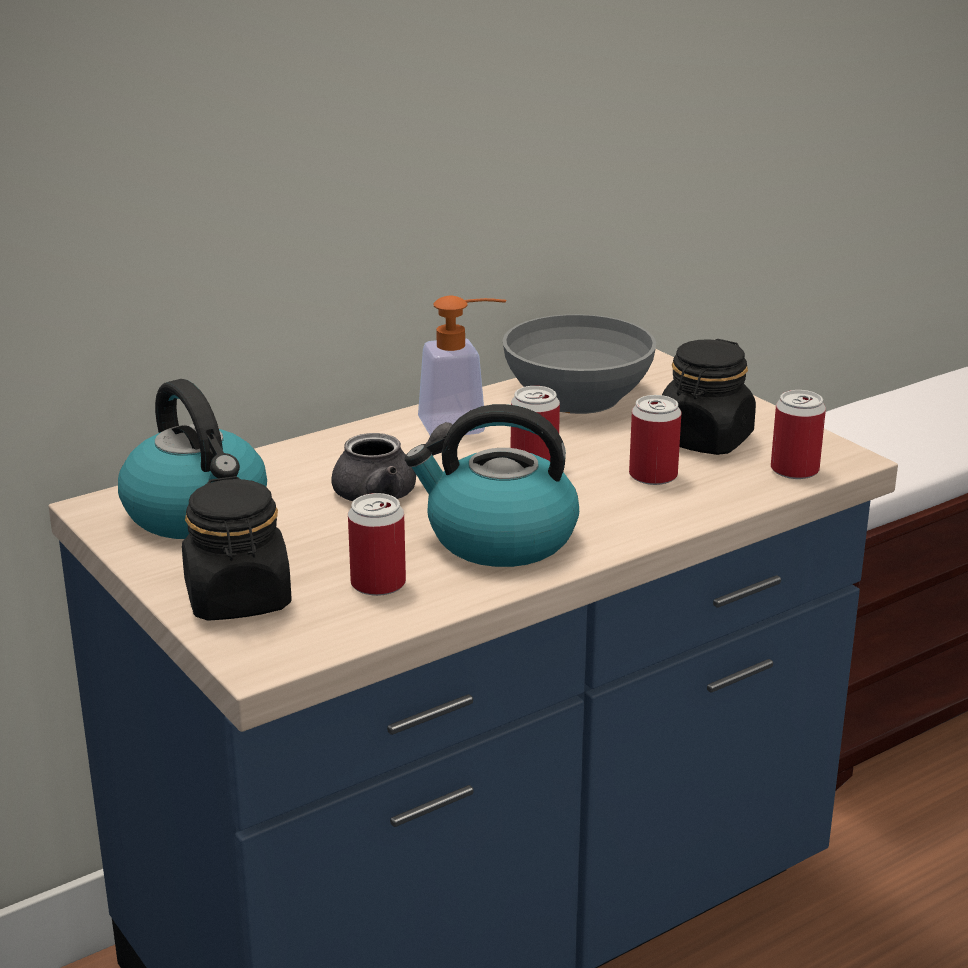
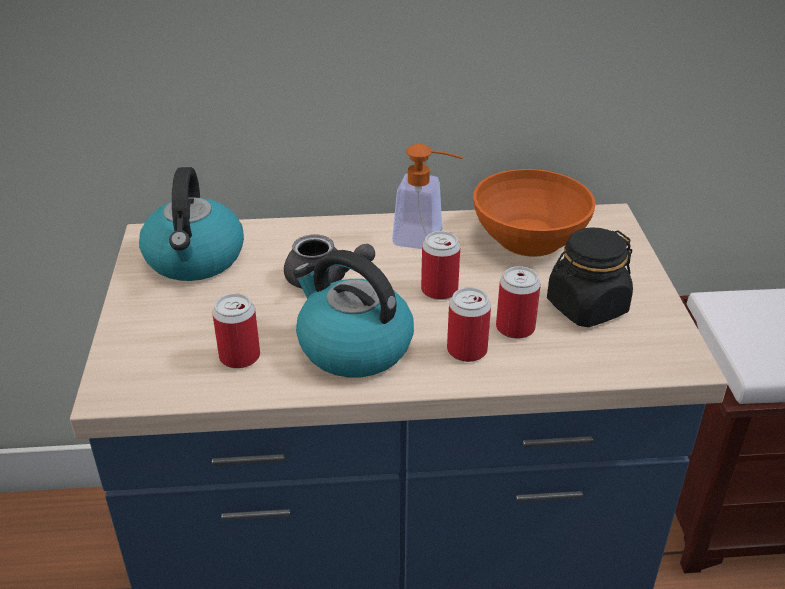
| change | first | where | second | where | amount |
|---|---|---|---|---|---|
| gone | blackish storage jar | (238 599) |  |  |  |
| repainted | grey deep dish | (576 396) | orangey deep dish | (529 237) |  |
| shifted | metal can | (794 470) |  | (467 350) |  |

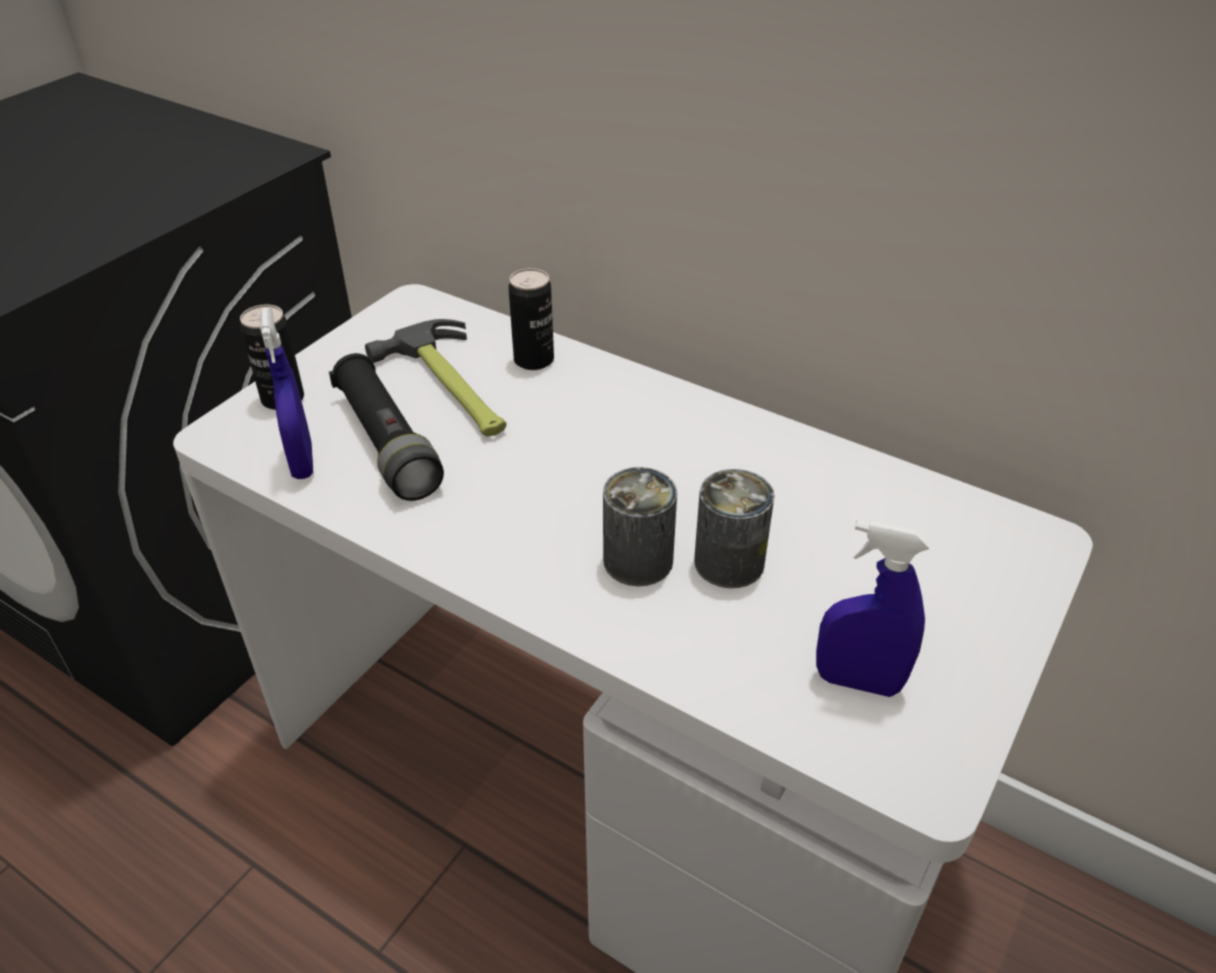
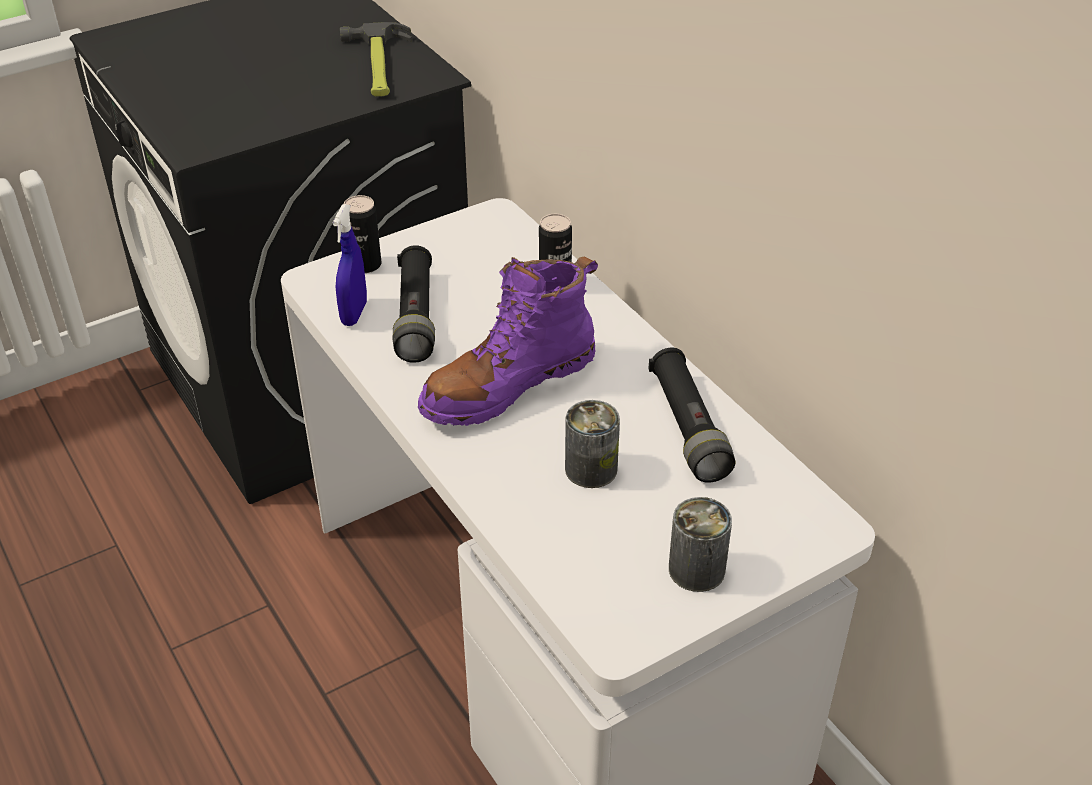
| change | first | where | second | where | amount |
|---|---|---|---|---|---|
| shifted | hand hammer | (451 388) |  | (378 66) |  |
| shifted | metal can | (638 560) |  | (696 569) |  |
| gone | blue sprayer | (858 681) |  |  |  |
| new |  |  | purple high-top boot | (508 384) |  |
| new |  |  | blackish torch | (688 428) |  |

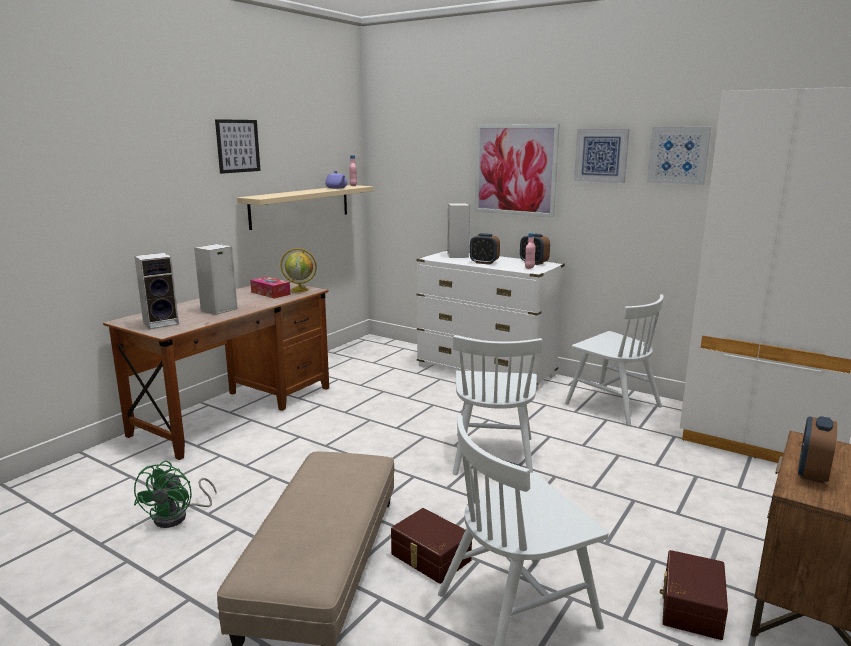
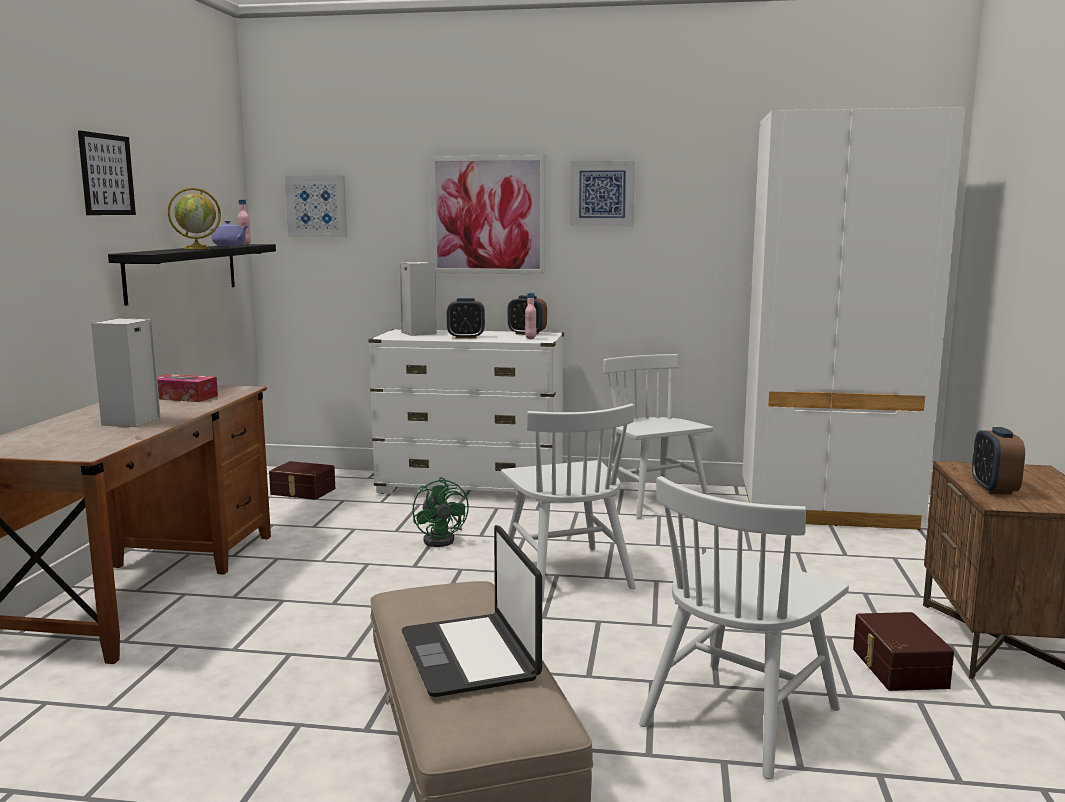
| change | first | where | second | where | amount |
|---|---|---|---|---|---|
| gone | speaker | (162 323) |  |  |  |
| shifted | green fan | (178 517) |  | (443 539) |  |
| repainted | beige-coloured bracket shelf | (301 206) | blackish bracket shelf | (183 271) |  |
| shifted | globe | (300 290) |  | (197 248) |  |
| shifted | brown-coloured storage bin | (430 558) |  | (302 492) |  |
| rotated | whitish chair | (612 405) |  | (652 500) | 135 degrees counterclockwise |
| shifted | picture | (678 155) |  | (317 206) |  |
| new |  |  | laptop | (470 656) |  |

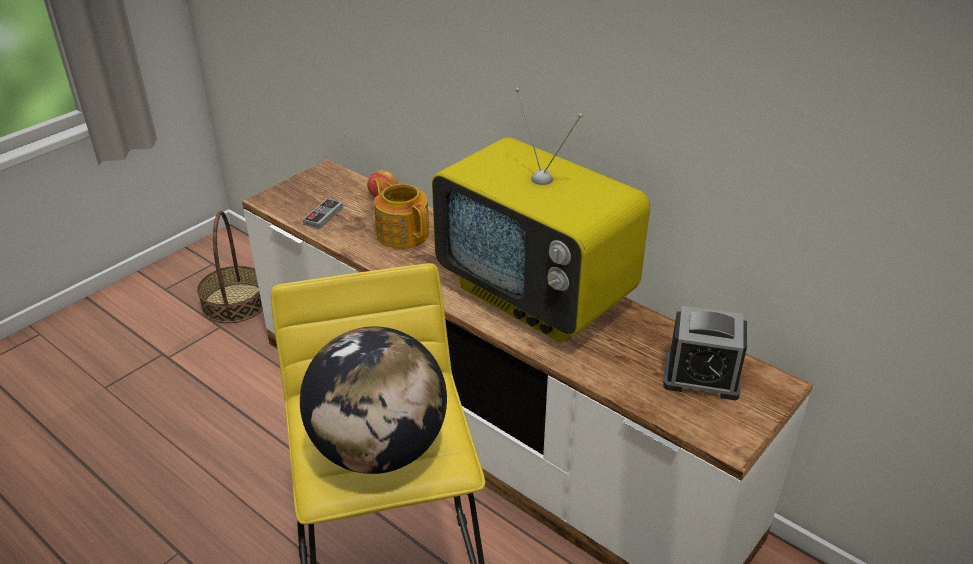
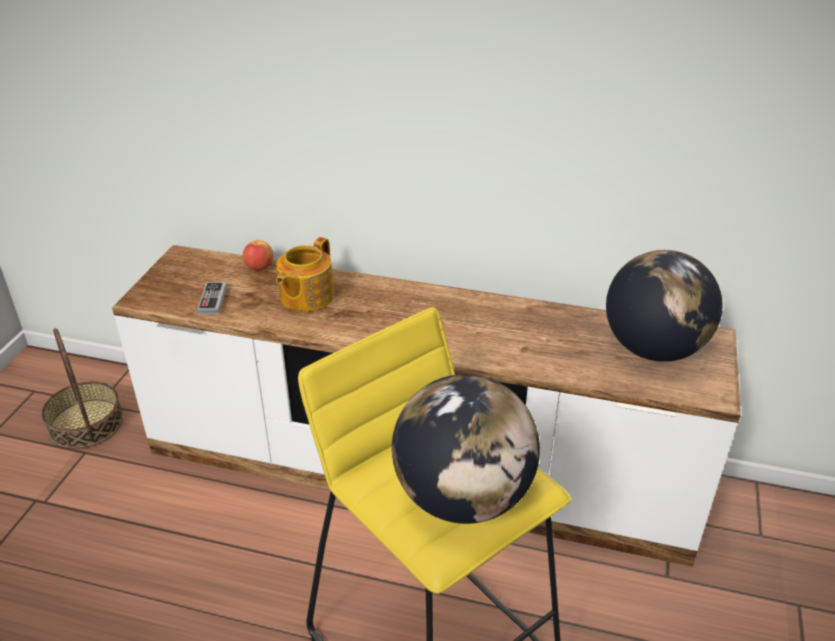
| change | first | where | second | where | amount |
|---|---|---|---|---|---|
| rotated | pot for tea | (402 233) |  | (305 296) | 90 degrees counterclockwise |
| gone | TV | (538 296) |  |  |  |
| swapped | table clock | (701 377) | globe | (653 349) |  |

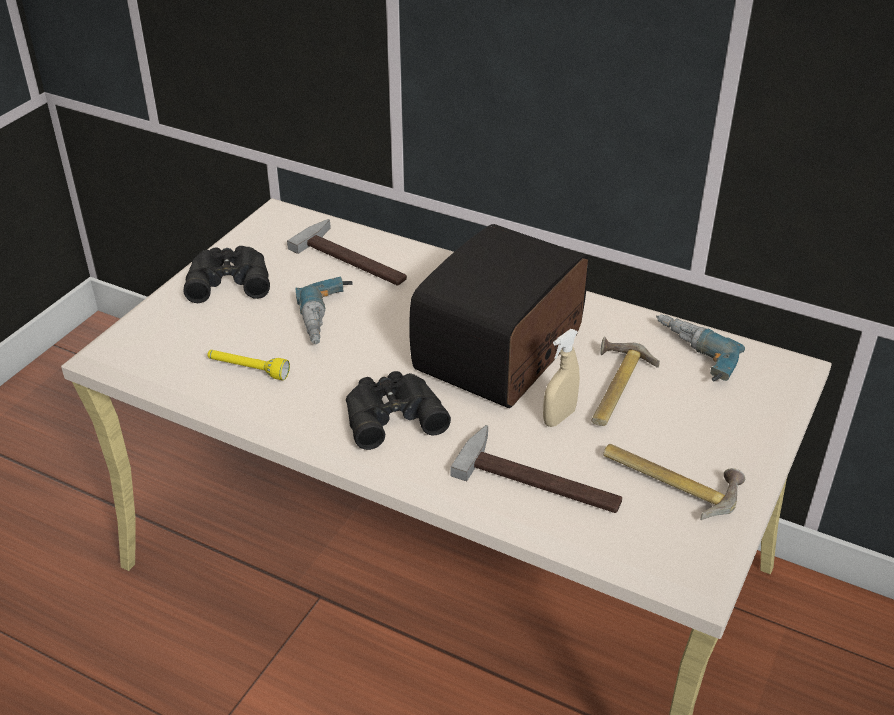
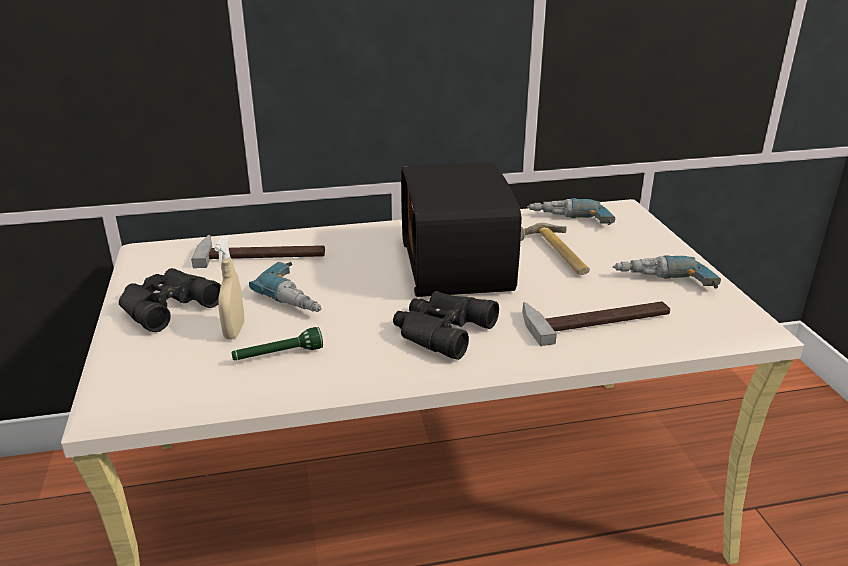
| change | first | where | second | where | amount |
|---|---|---|---|---|---|
| repainted | yellow-coloured torch | (248 370) | green torch | (278 355) |  |
| shifted | beige-coloured sprayer | (559 417) |  | (234 331) |  |
| swapped | hand hammer | (670 480) | drill | (664 284) |  |

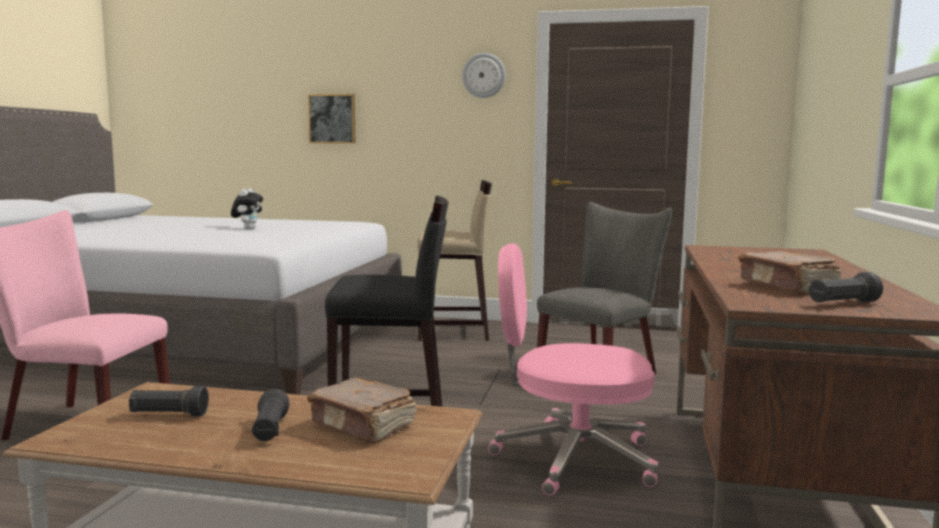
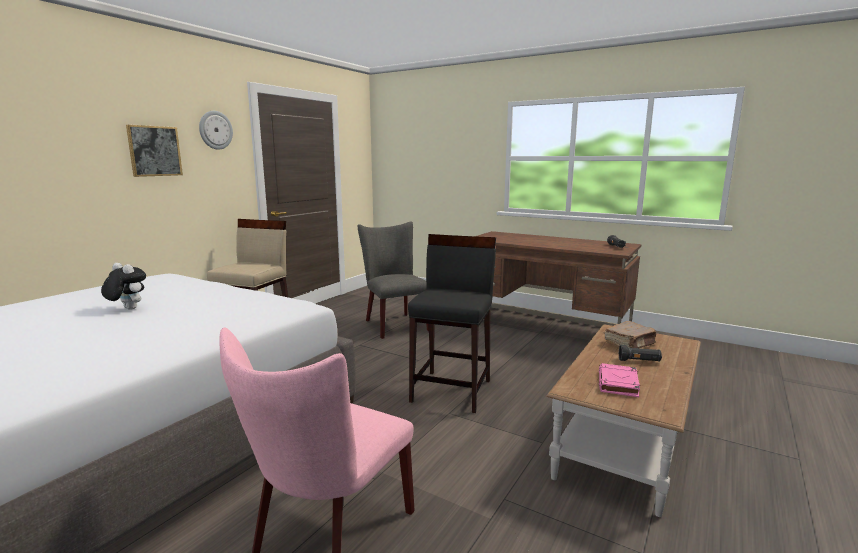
| change | first | where | second | where | amount |
|---|---|---|---|---|---|
| swapped | blackish torch | (168 415) | pink-coloured volume | (618 384) |  |
| shifted | picture | (332 119) |  | (154 151) |  |
| gone | pink-coloured desk chair | (571 458) |  |  |  |
| gone | brown-coloured volume | (787 287) |  |  |  |

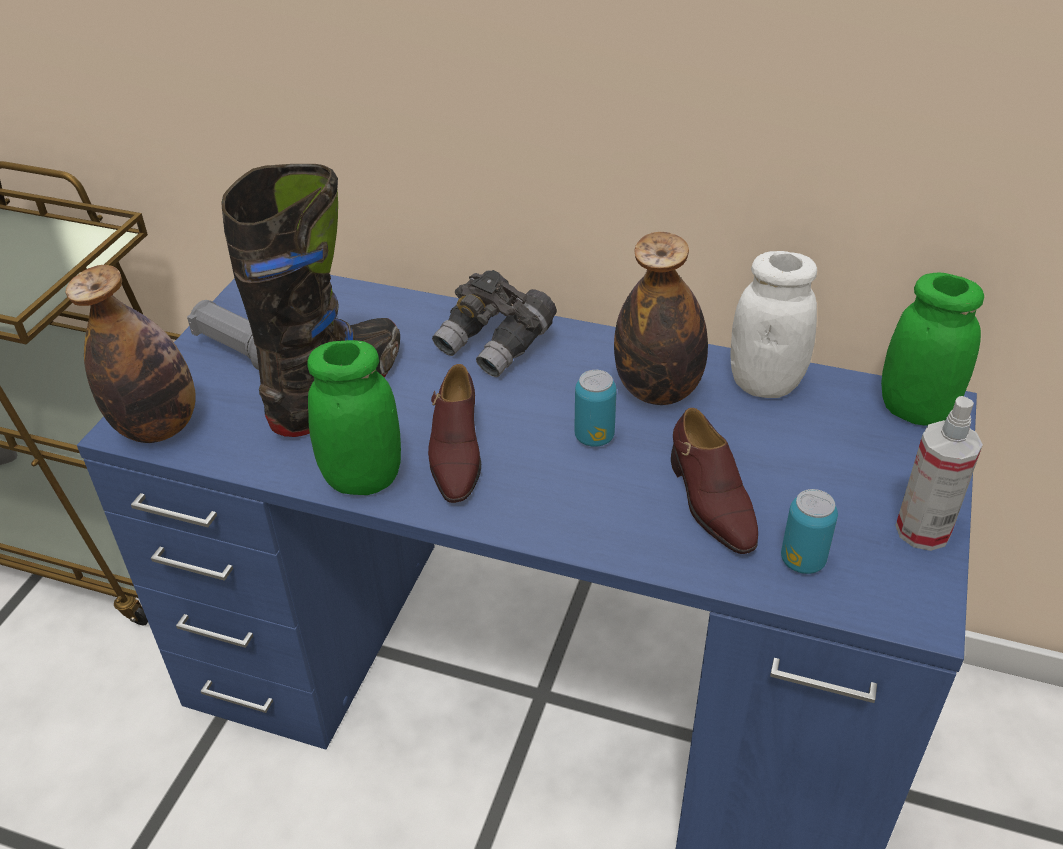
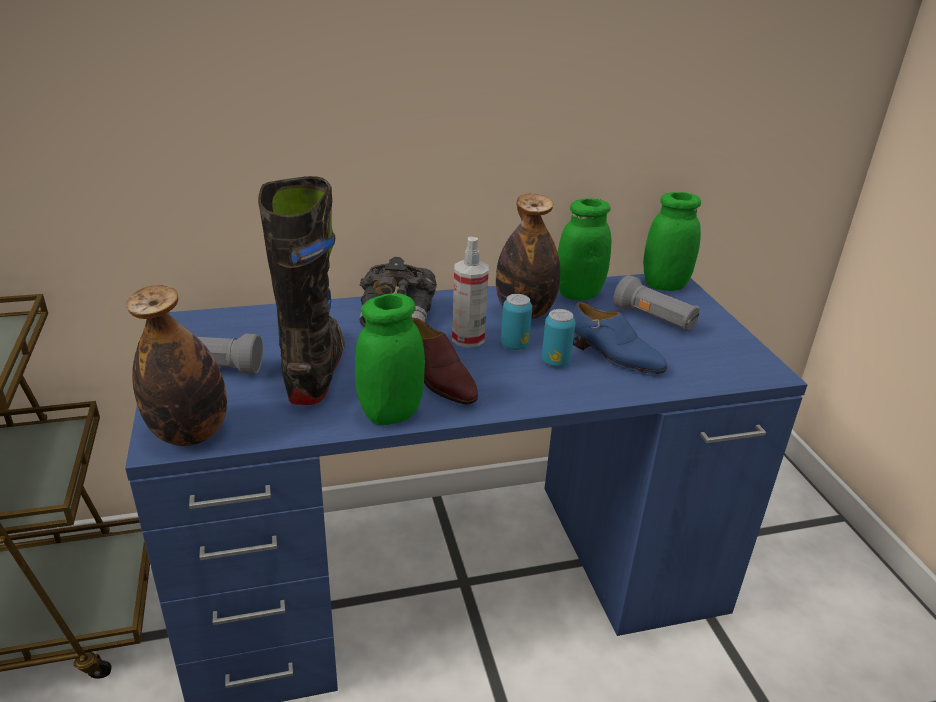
| change | first | where | second | where | amount |
|---|---|---|---|---|---|
| repainted | brown-coloured low shoe | (710 501) | blue low shoe | (614 356) |  |
| repainted | whitish storage jar | (765 384) | green storage jar | (578 293) |  |
| shifted | metal can | (802 560) |  | (555 361) |  |
| shifted | sprayer | (922 530) |  | (468 338) |  |
| new |  |  | grey torch | (654 319) |  |

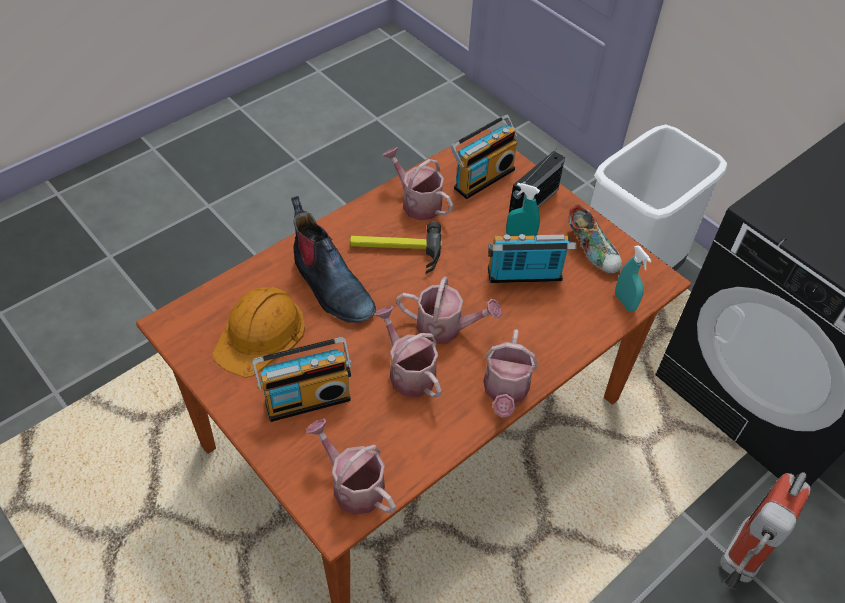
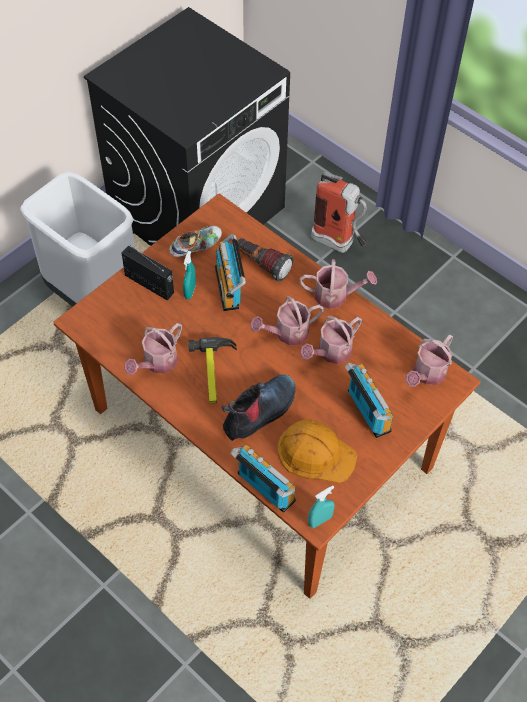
| change | first | where | second | where | amount |
|---|---|---|---|---|---|
| rotated | watering pot | (445 328) |  | (287 333) | 120 degrees counterclockwise |
| shifted | radio set | (482 177) |  | (263 489) |  |
| shifted | blue-green sprayer | (625 302) |  | (320 520) |  |
| new |  |  | torch | (260 265) |  |

